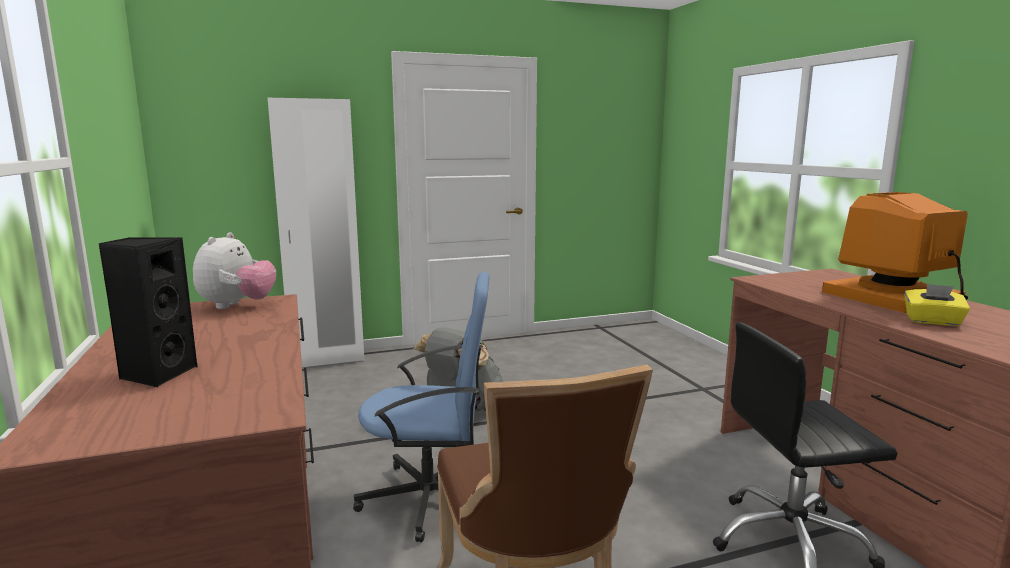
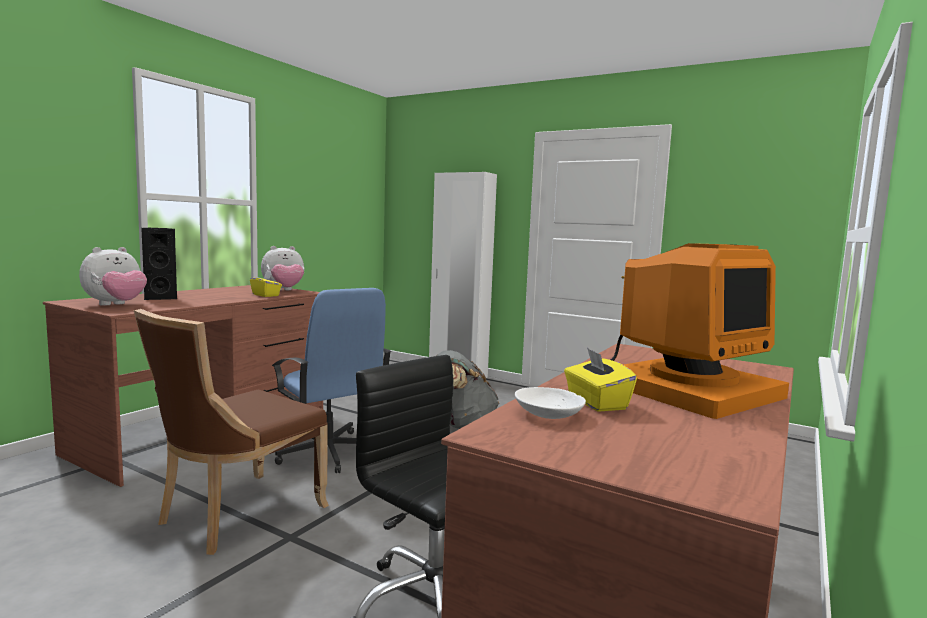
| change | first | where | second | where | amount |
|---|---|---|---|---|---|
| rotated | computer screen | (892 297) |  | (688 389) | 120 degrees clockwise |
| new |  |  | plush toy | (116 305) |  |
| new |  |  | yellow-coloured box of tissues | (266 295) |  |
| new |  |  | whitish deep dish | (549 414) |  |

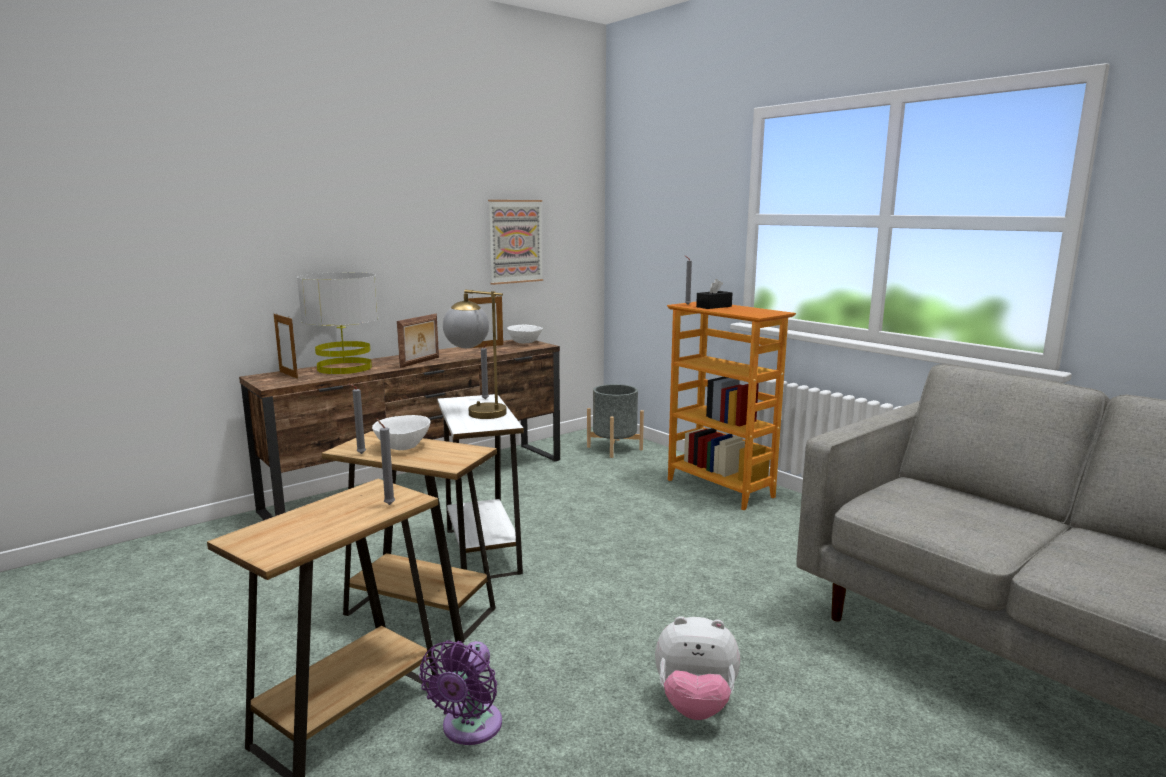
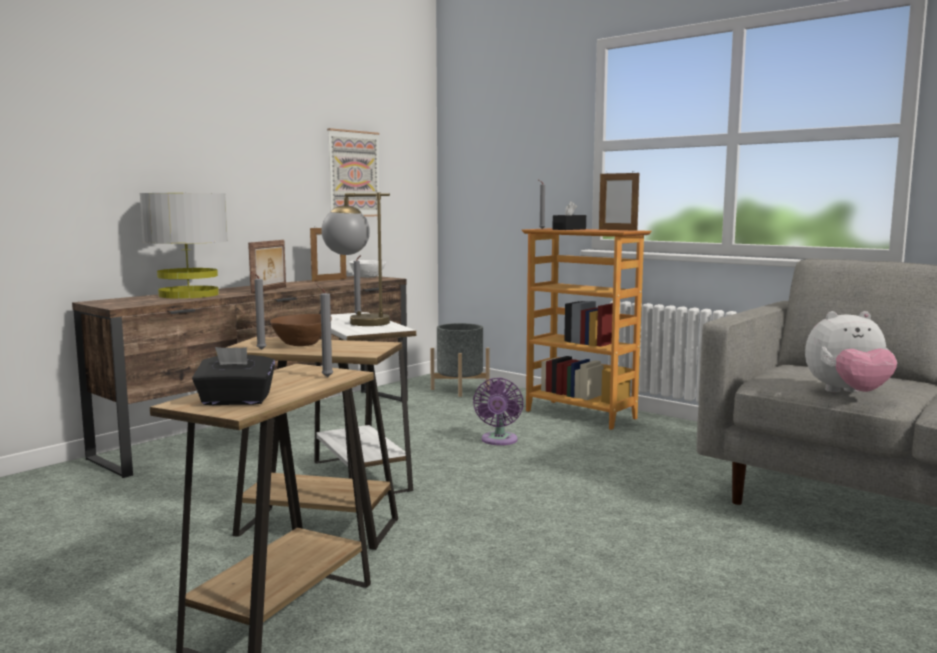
| change | first | where | second | where | amount |
|---|---|---|---|---|---|
| shifted | standing frame | (288 375) |  | (617 230) |  |
| repainted | whitish deep dish | (402 446) | brown-coloured deep dish | (301 344) |  |
| shifted | purple fan | (469 728) |  | (498 441) |  |
| shifted | plush toy | (695 705) |  | (847 393) |  |
| new |  |  | blackish box of tissues | (235 401) |  |

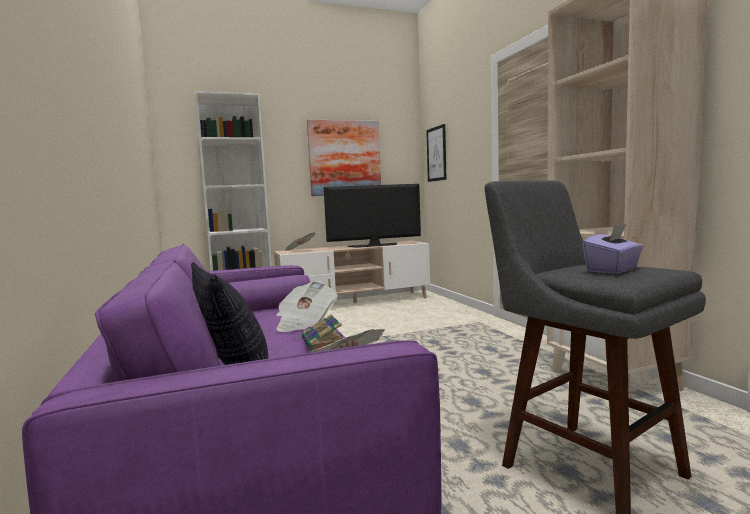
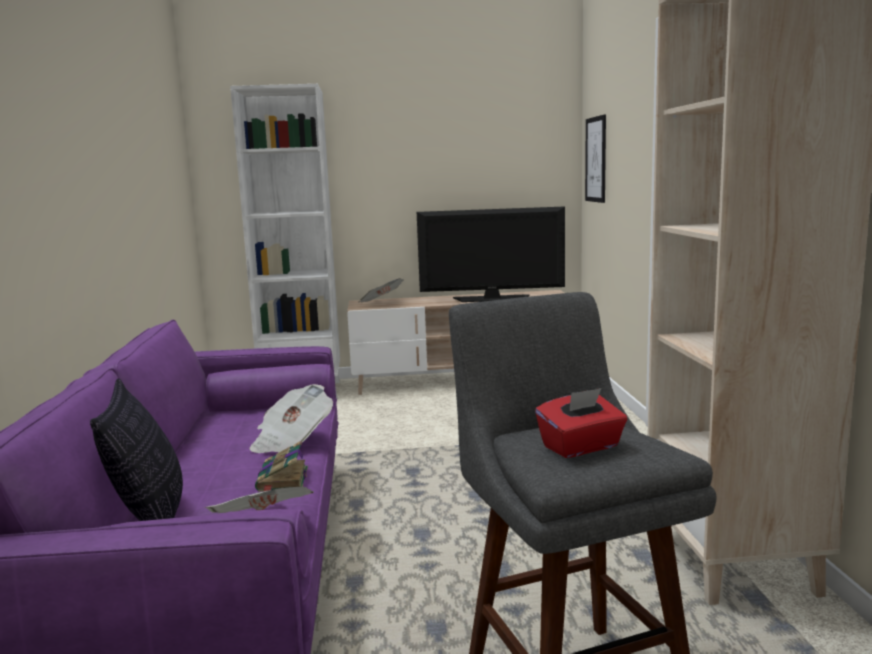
| change | first | where | second | where | amount |
|---|---|---|---|---|---|
| gone | picture | (345 158) |  |  |  |
| repainted | purple box of tissues | (613 270) | reddish box of tissues | (581 447) |  |

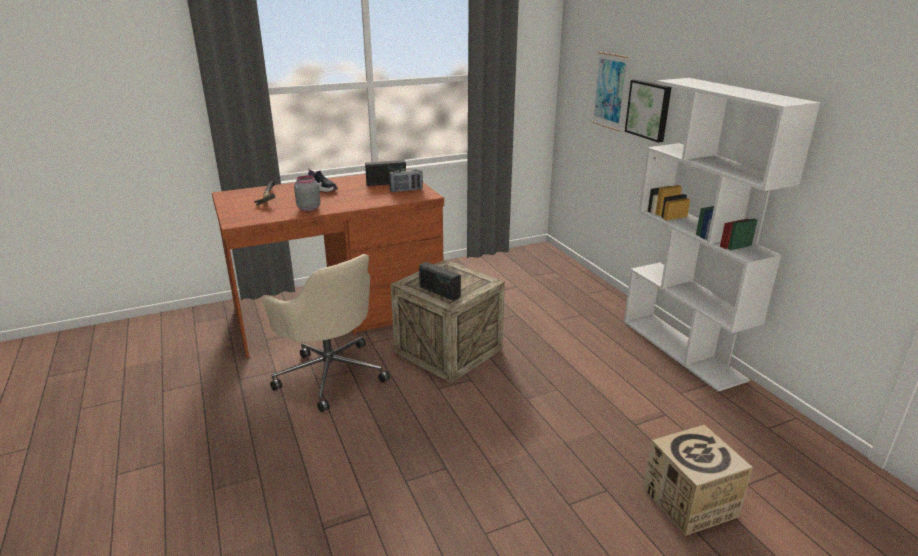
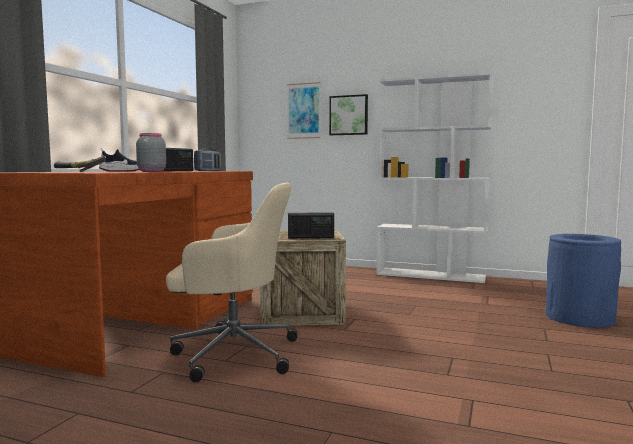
| change | first | where | second | where | amount |
|---|---|---|---|---|---|
| swapped | packing box | (689 502) | blue trash can | (579 317) |  |

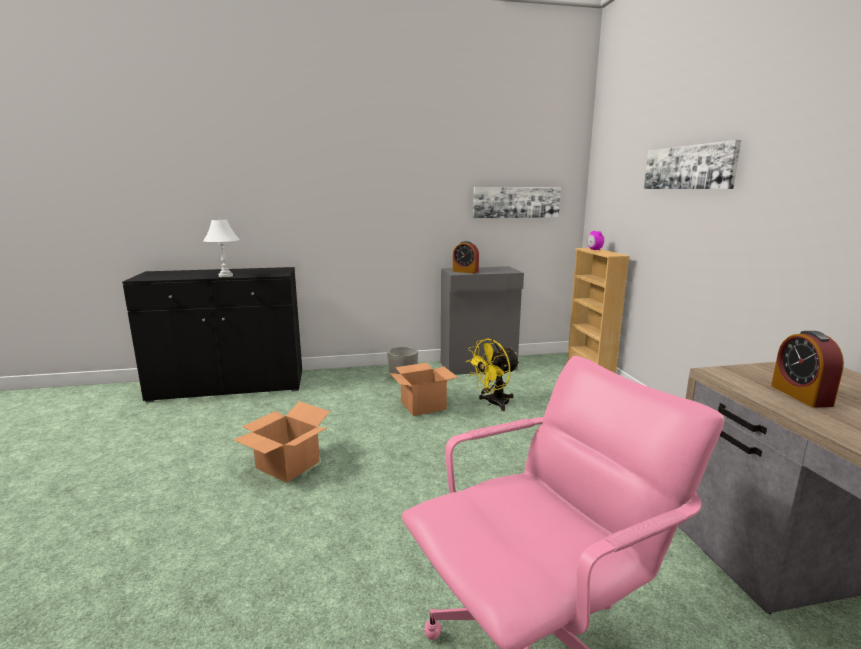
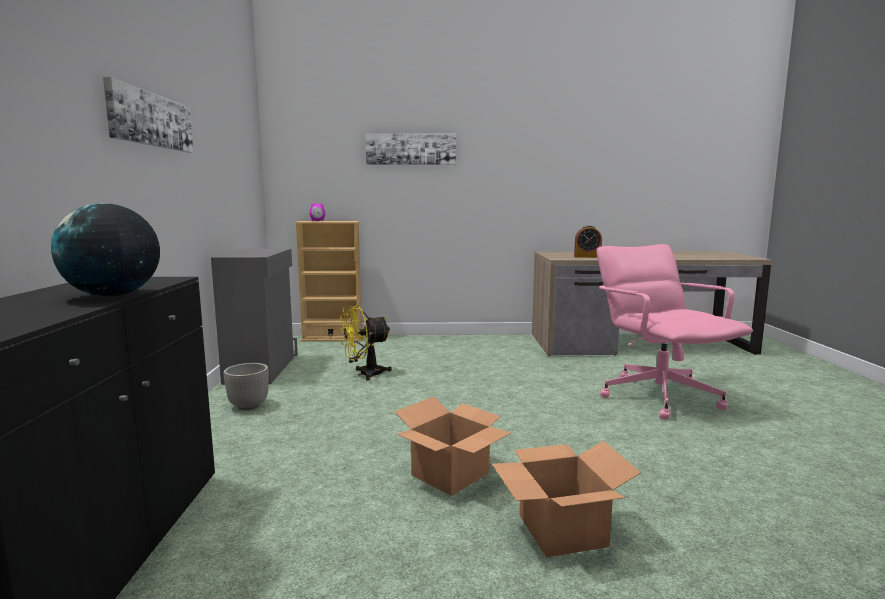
| change | first | where | second | where | amount |
|---|---|---|---|---|---|
| swapped | whitish lamp for a table | (225 276) | globe | (113 295) |  |
| shifted | packing box | (422 406) |  | (563 531) |  |
| gone | table clock | (465 271) |  |  |  |
| rotated | yellow-coloured fan | (493 403) |  | (365 374) | 90 degrees clockwise |
| shifted | picture | (516 202) |  | (151 120) |  |

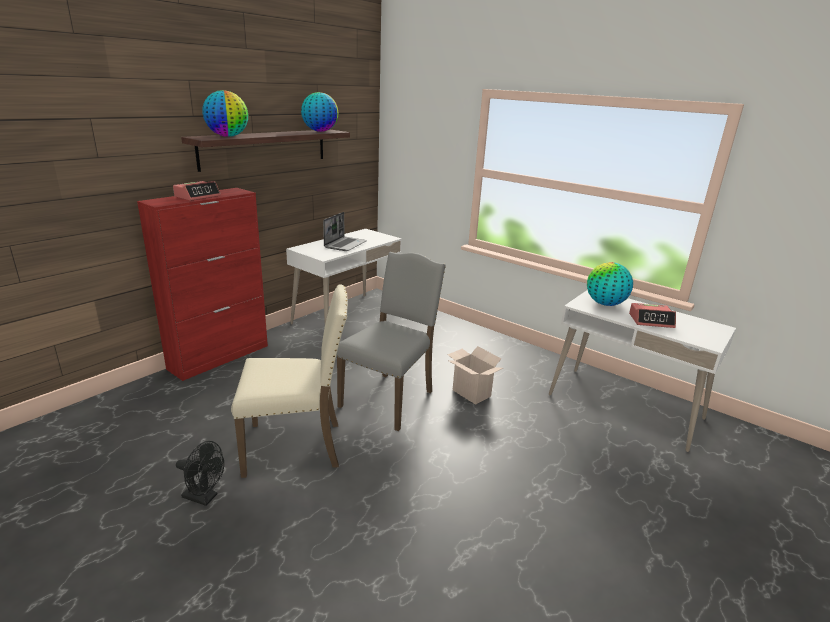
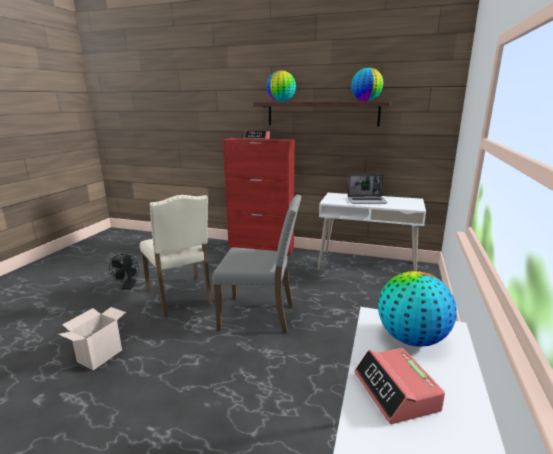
| change | first | where | second | where | amount |
|---|---|---|---|---|---|
| shifted | packing box | (470 393) |  | (100 355) |  |

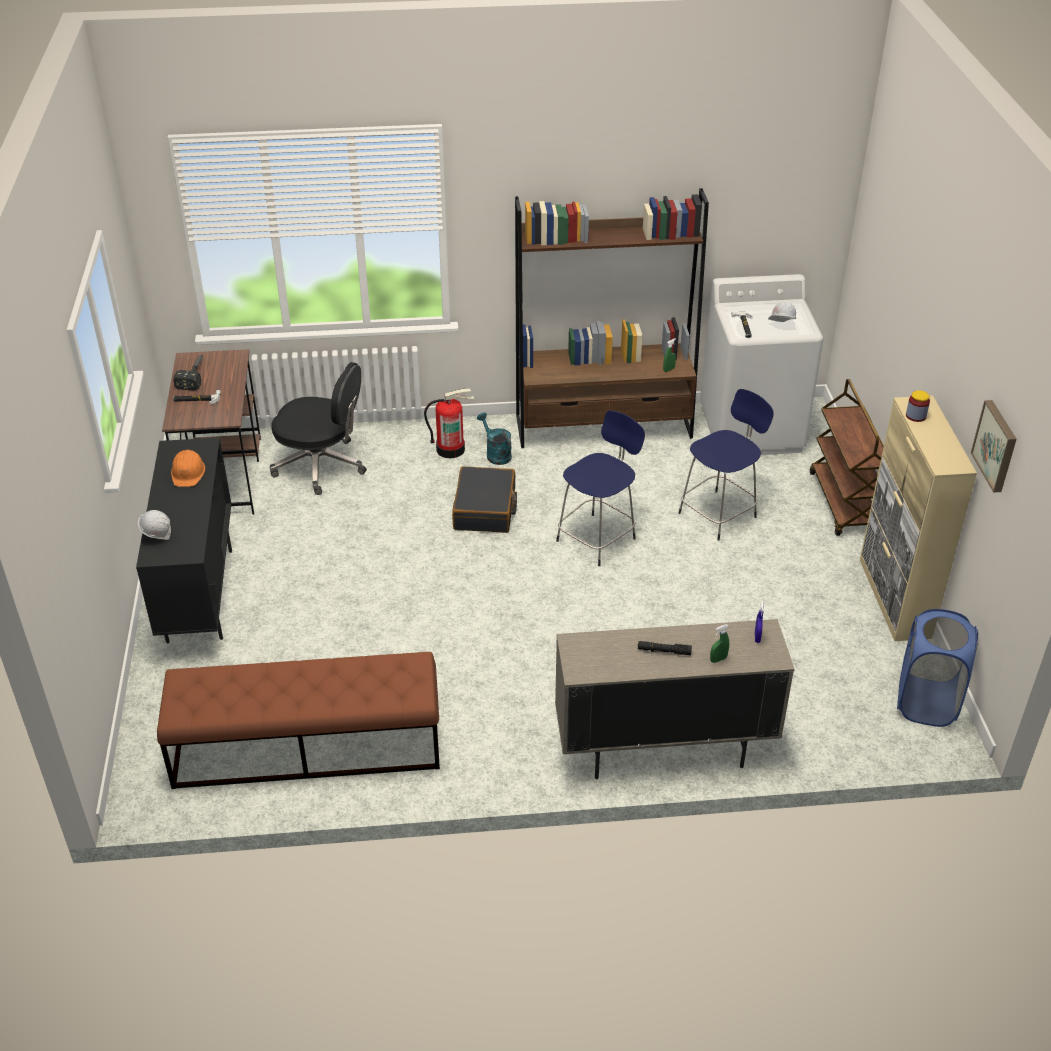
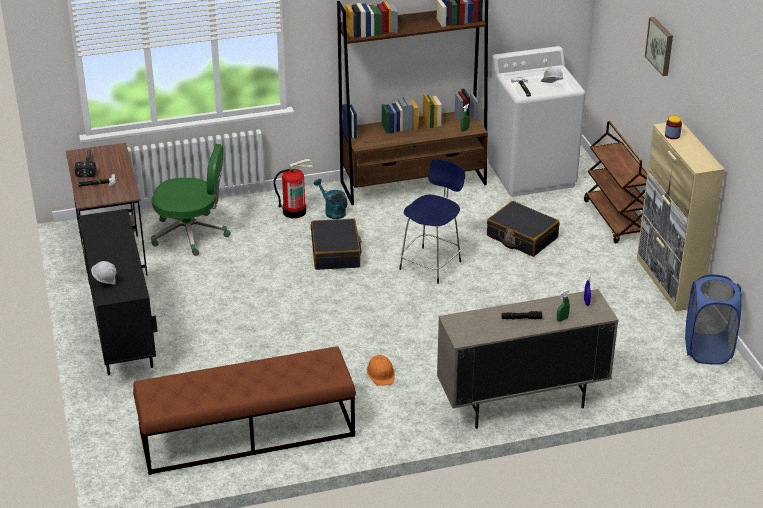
| change | first | where | second | where | amount |
|---|---|---|---|---|---|
| shifted | orangey hard hat | (188 472) |  | (381 373) |  |
| repainted | blackish desk chair | (321 465) | green desk chair | (191 234) |  |
| swapped | blue sitting stool | (719 514) | blackish piece of luggage | (521 237) |  |
| shifted | picture | (996 445) |  | (661 46) |  |

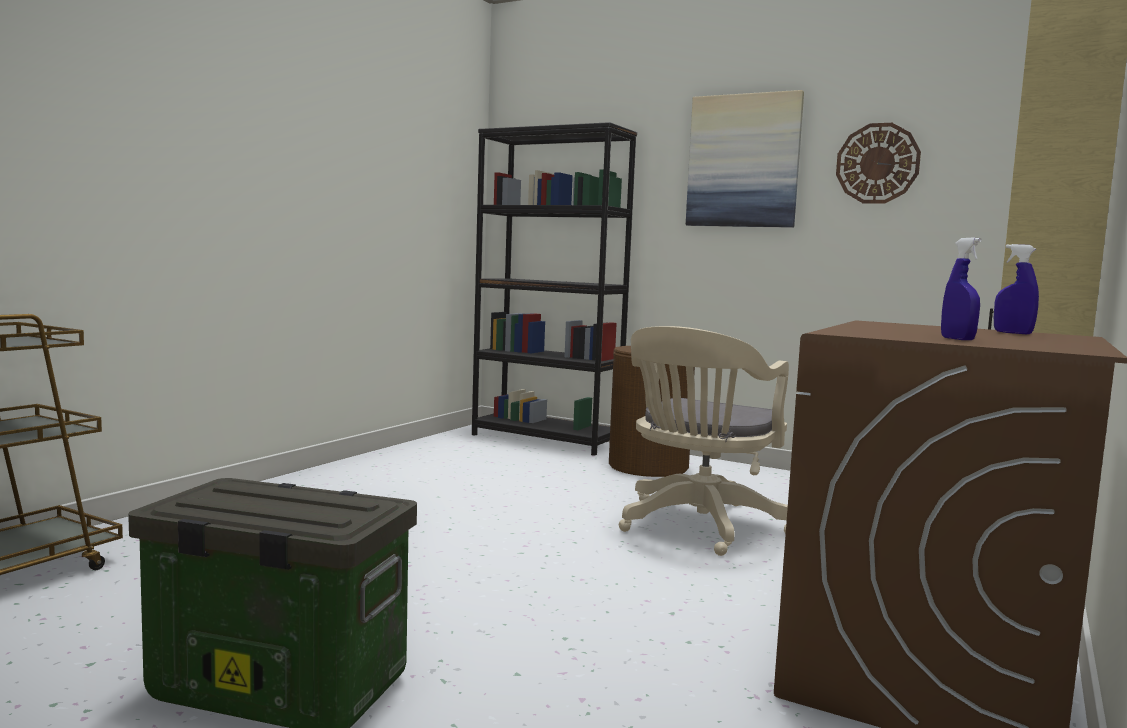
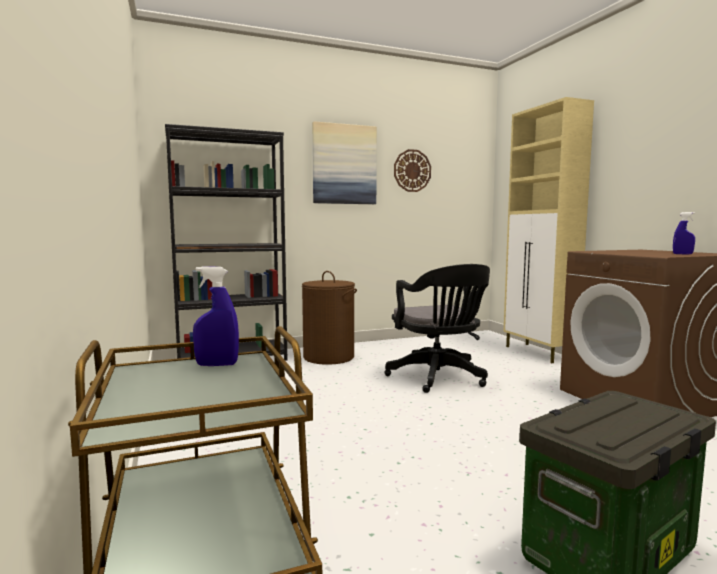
| change | first | where | second | where | amount |
|---|---|---|---|---|---|
| repainted | beige-coloured desk chair | (698 527) | blackish desk chair | (439 378) |  |
| shifted | blue sprayer | (1013 333) |  | (217 365) |  |

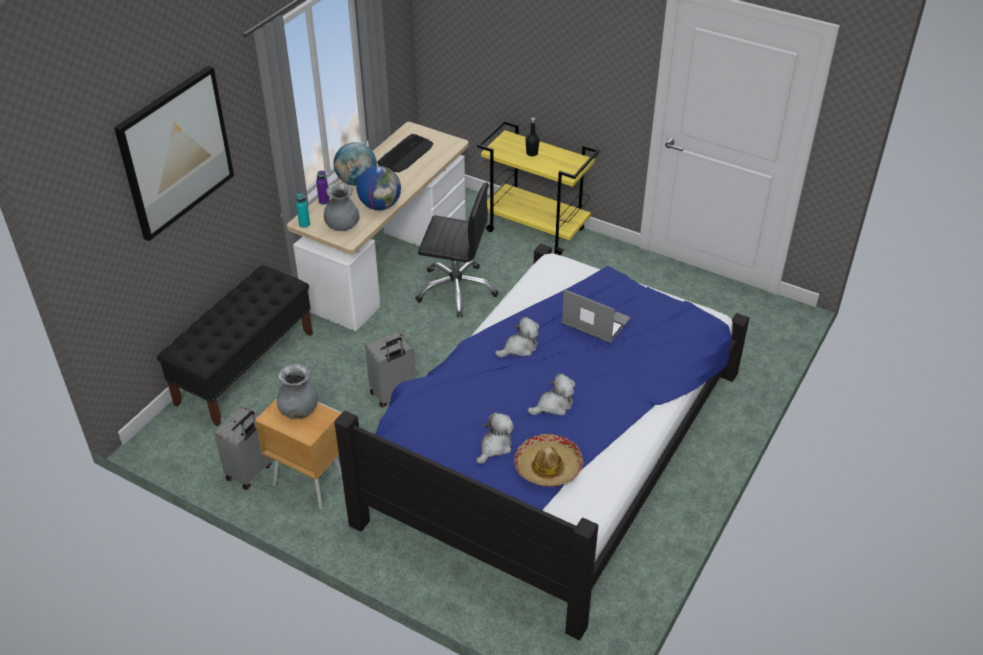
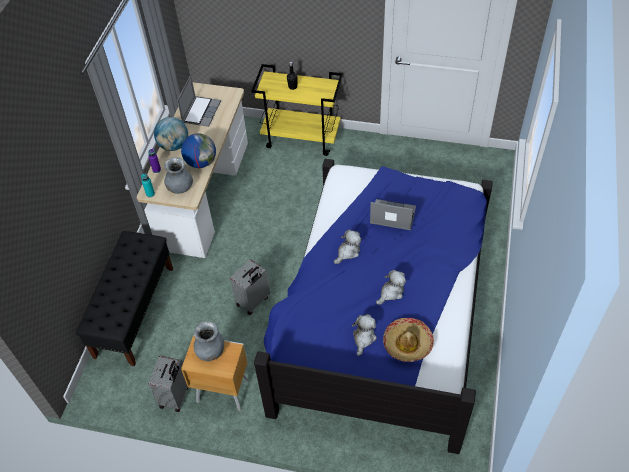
| change | first | where | second | where | amount |
|---|---|---|---|---|---|
| gone | picture | (175 152) |  |  |  |
| swapped | computer keyboard | (406 154) | laptop | (201 112) |  |
| gone | blackish desk chair | (456 290) |  |  |  |

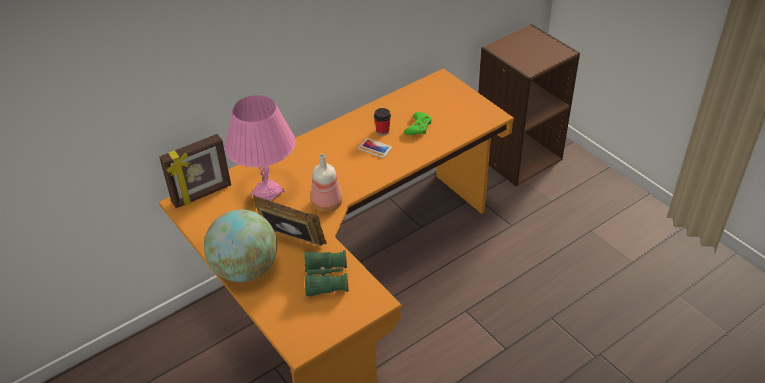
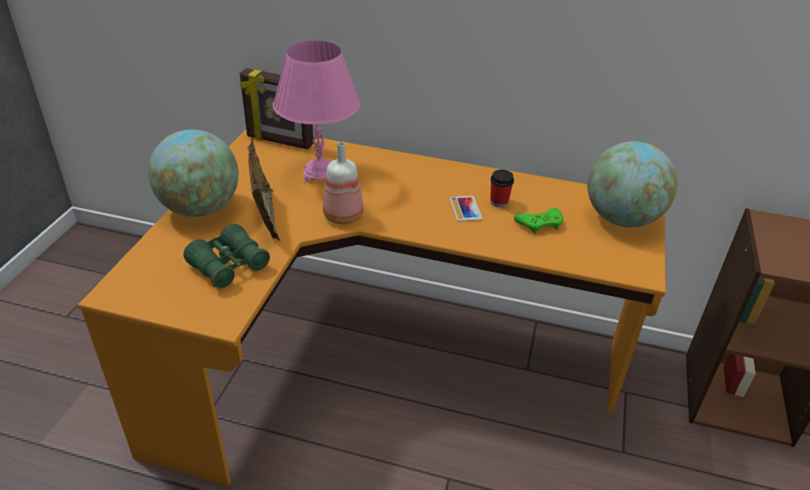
| change | first | where | second | where | amount |
|---|---|---|---|---|---|
| new |  |  | globe | (622 219) |  |

